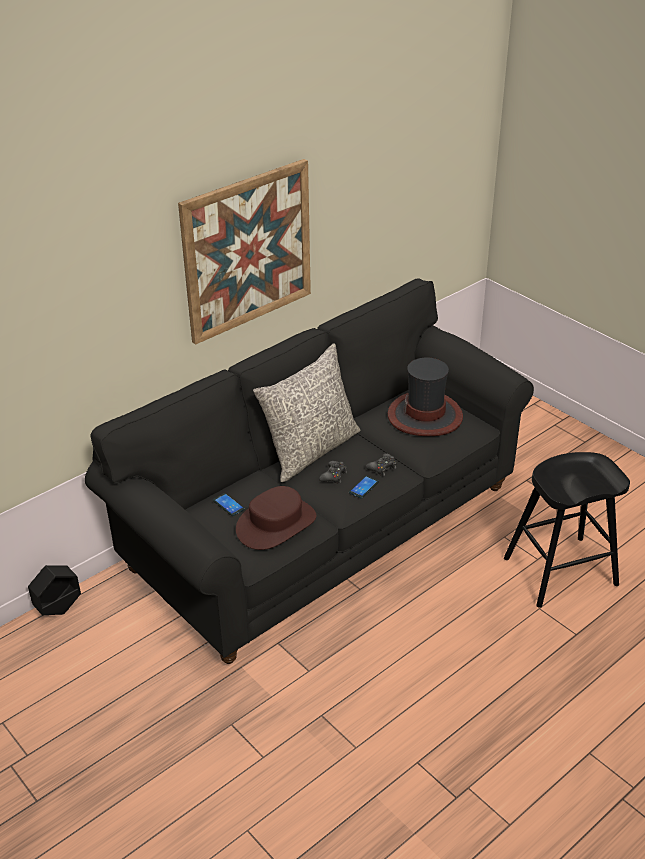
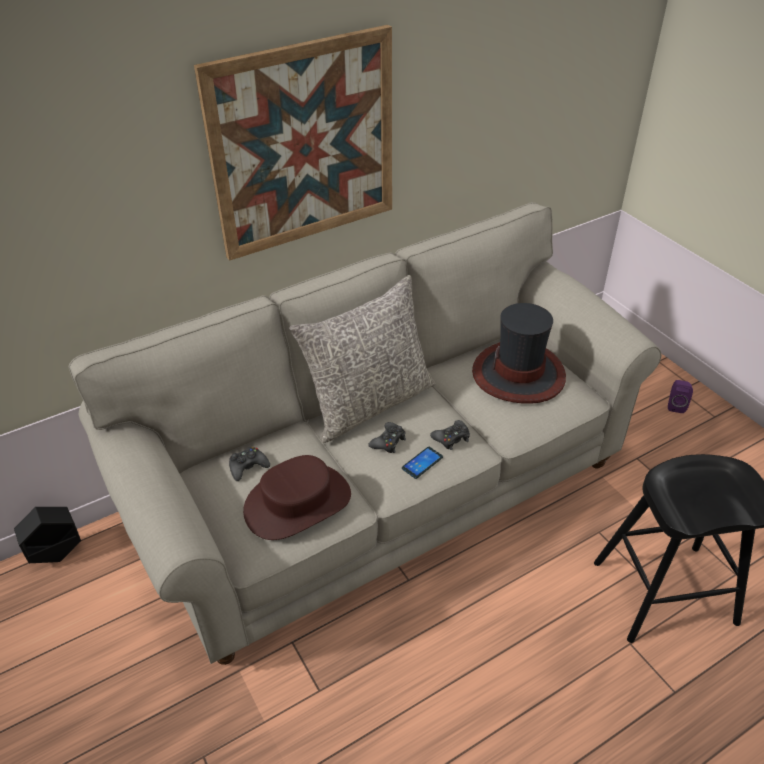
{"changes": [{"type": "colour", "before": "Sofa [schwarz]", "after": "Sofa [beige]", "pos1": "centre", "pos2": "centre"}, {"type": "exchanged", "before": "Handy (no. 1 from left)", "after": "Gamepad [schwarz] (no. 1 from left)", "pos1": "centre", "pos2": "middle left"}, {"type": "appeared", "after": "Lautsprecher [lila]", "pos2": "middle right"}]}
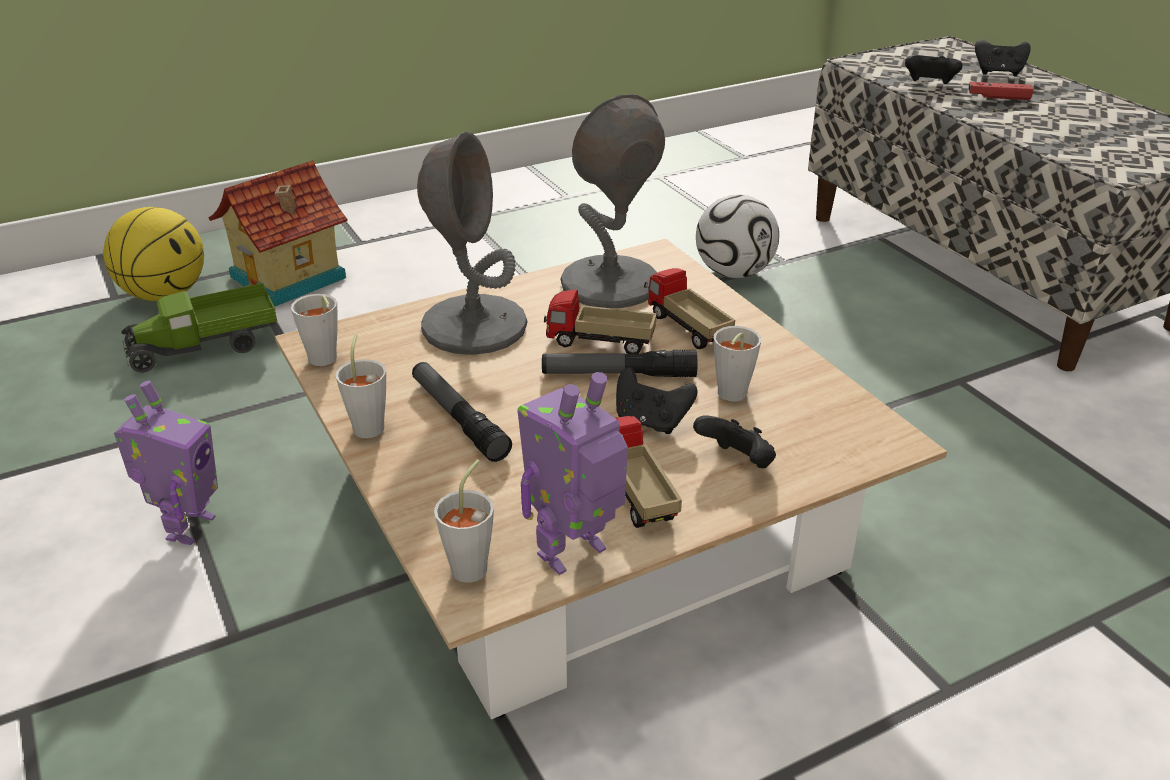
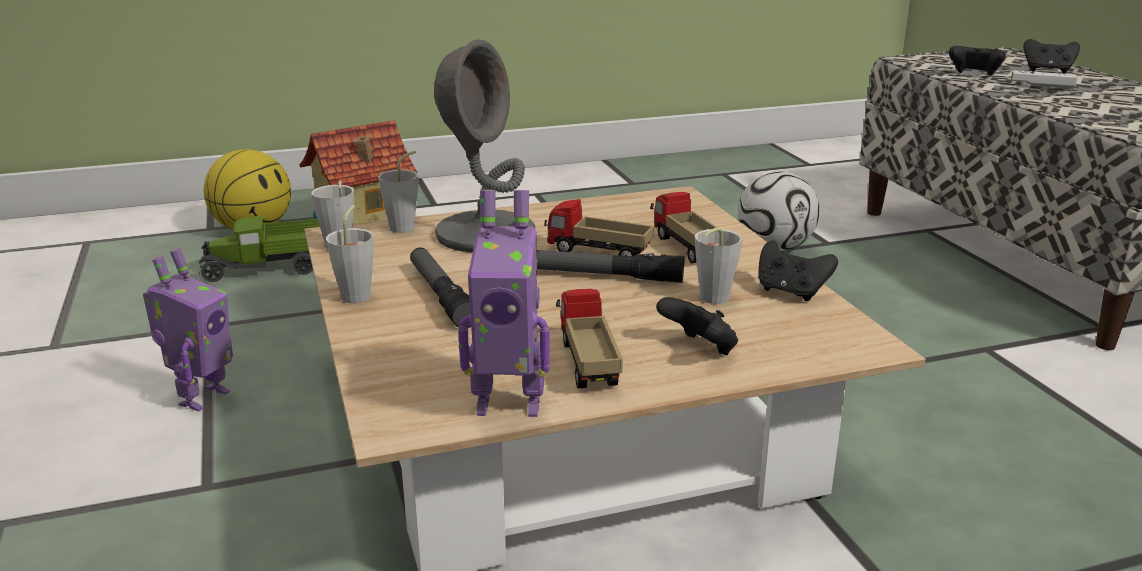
{"changes": [{"type": "relocated", "before": "Tasse [grau] (no. 3 from left)", "pos1": "bottom centre", "pos2": "centre"}, {"type": "spun", "before": "Spielzeugroboter (no. 2 from left)", "pos1": "centre", "pos2": "centre", "turn": -150}, {"type": "relocated", "before": "Gamepad [schwarz] (no. 1 from left in the first image)", "after": "Gamepad [schwarz] (no. 2 from left)", "pos1": "centre", "pos2": "middle right"}, {"type": "colour", "before": "Gamepad [rot]", "after": "Gamepad [weiß]", "pos1": "top right", "pos2": "top right"}, {"type": "missing", "before": "Tischlampe [grau] (no. 2 from left)", "pos1": "top centre"}]}
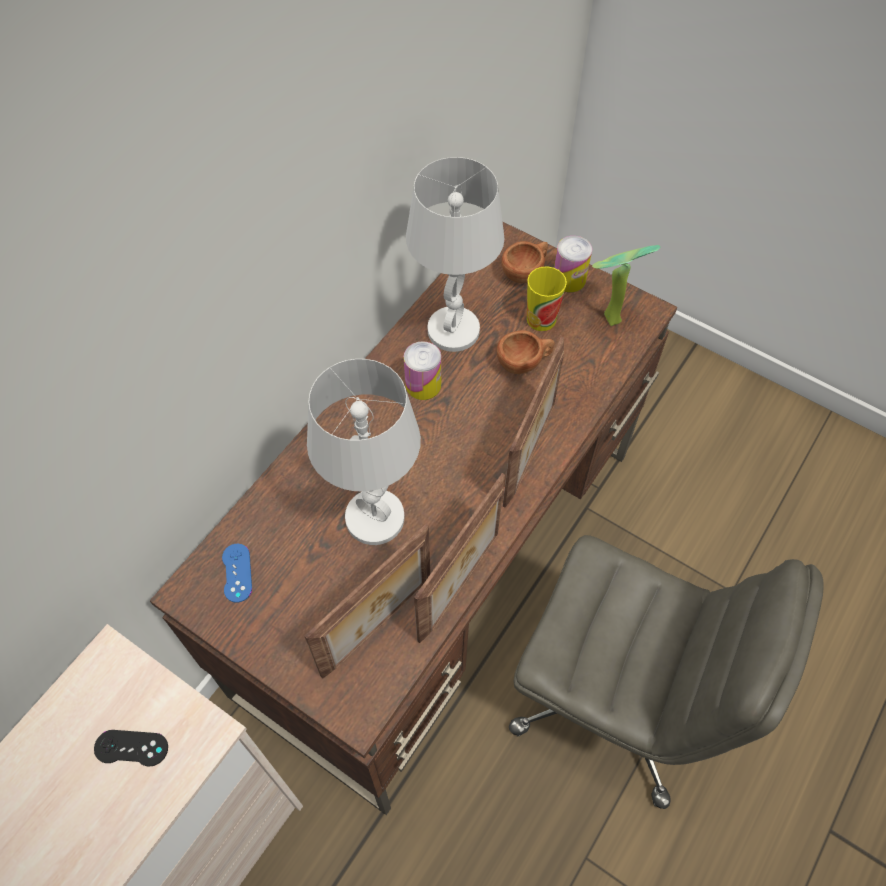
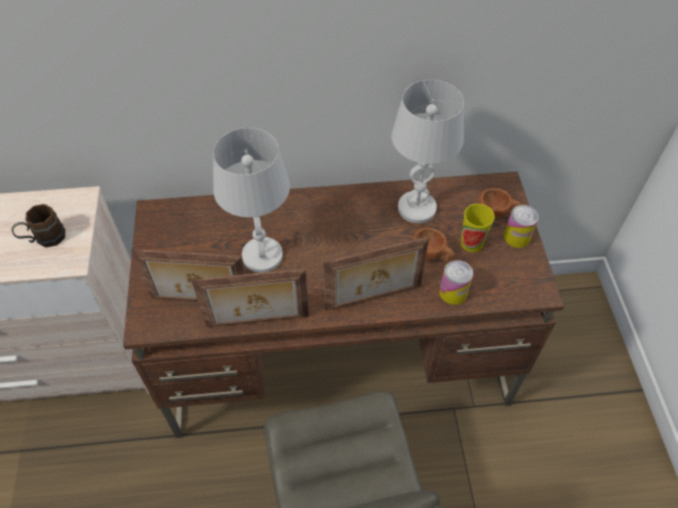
{"changes": [{"type": "exchanged", "before": "Gamepad [schwarz]", "after": "Henkelbecher [braun]", "pos1": "bottom left", "pos2": "middle left"}, {"type": "relocated", "before": "Dose (no. 1 from left)", "pos1": "centre", "pos2": "middle right"}, {"type": "missing", "before": "Gamepad [blau]", "pos1": "middle left"}, {"type": "missing", "before": "Topfpflanze", "pos1": "top right"}]}
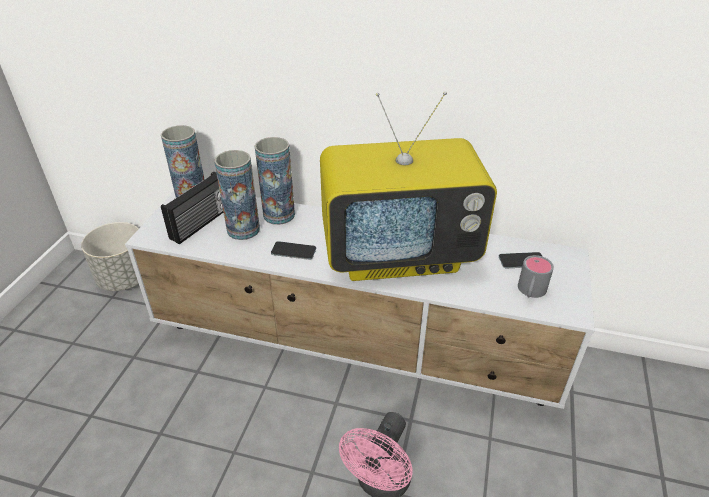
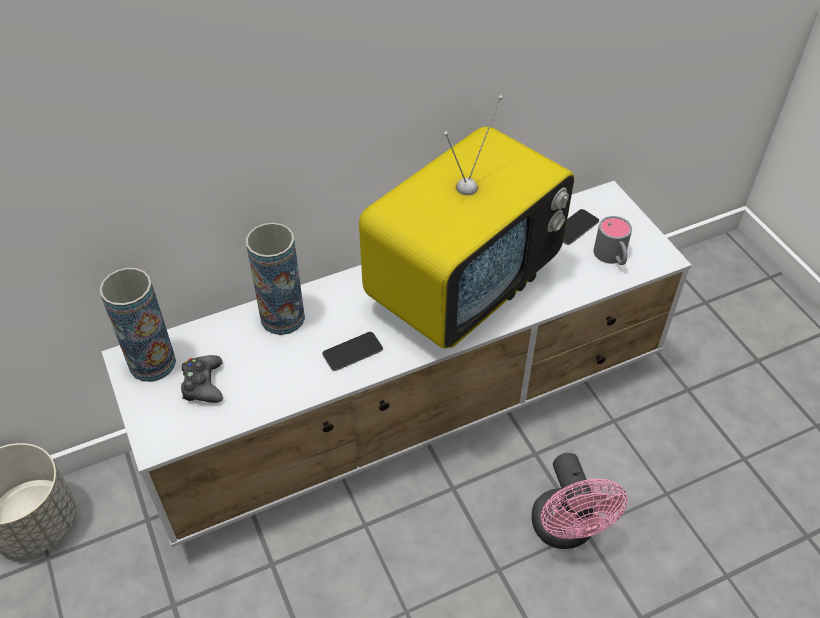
{"changes": [{"type": "exchanged", "before": "Radio", "after": "Gamepad [schwarz]", "pos1": "middle left", "pos2": "middle left"}, {"type": "missing", "before": "Vase (no. 2 from left)", "pos1": "centre"}]}
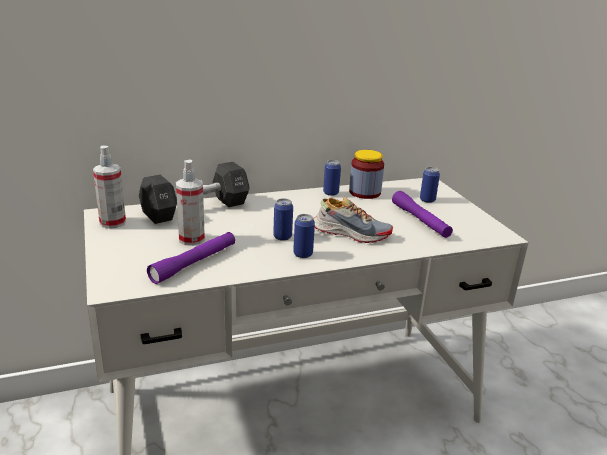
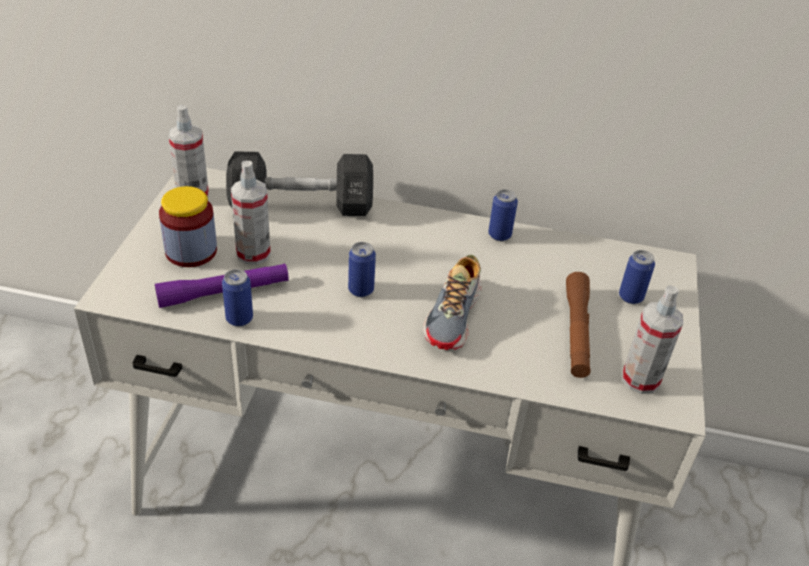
{"changes": [{"type": "relocated", "before": "Vorratsglas", "pos1": "centre", "pos2": "middle left"}, {"type": "relocated", "before": "Dose (no. 2 from left in the first image)", "after": "Dose (no. 1 from left)", "pos1": "centre", "pos2": "middle left"}, {"type": "spun", "before": "Schuh", "pos1": "centre", "pos2": "centre", "turn": 60}, {"type": "colour", "before": "Taschenlampe [lila] (no. 2 from left)", "after": "Taschenlampe [braun]", "pos1": "middle right", "pos2": "middle right"}, {"type": "appeared", "after": "Sprühflasche (no. 3 from left)", "pos2": "middle right"}]}
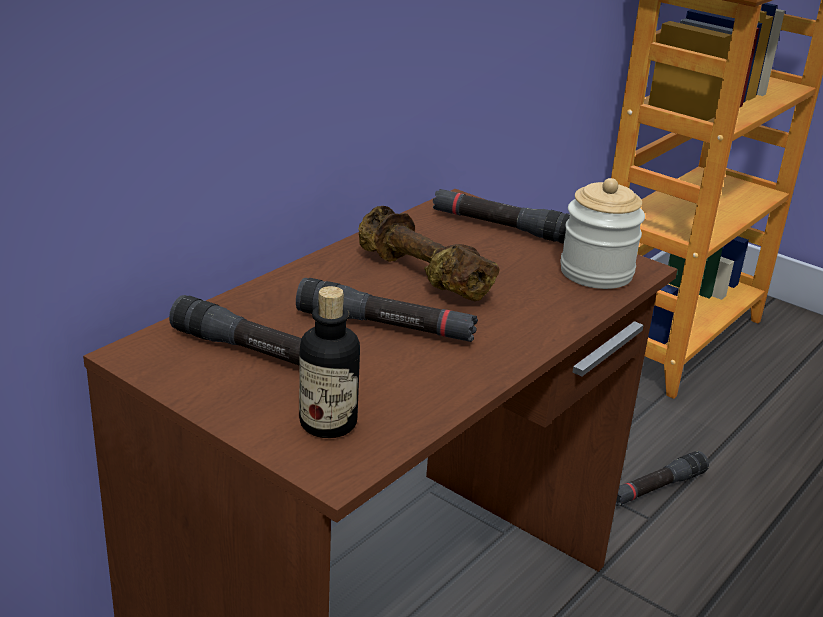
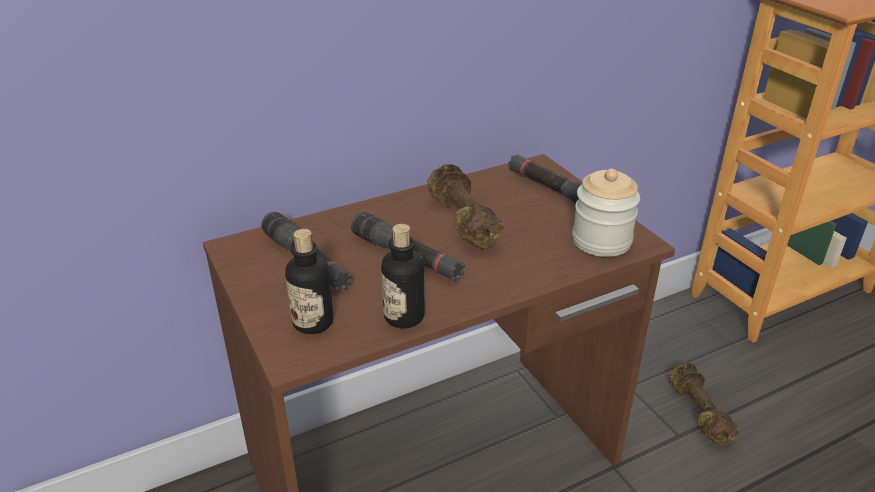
{"changes": [{"type": "appeared", "after": "Flasche (no. 2 from left)", "pos2": "centre"}, {"type": "exchanged", "before": "Taschenlampe [schwarz] (no. 4 from left)", "after": "Hantel [braun] (no. 2 from left)", "pos1": "bottom right", "pos2": "bottom right"}]}
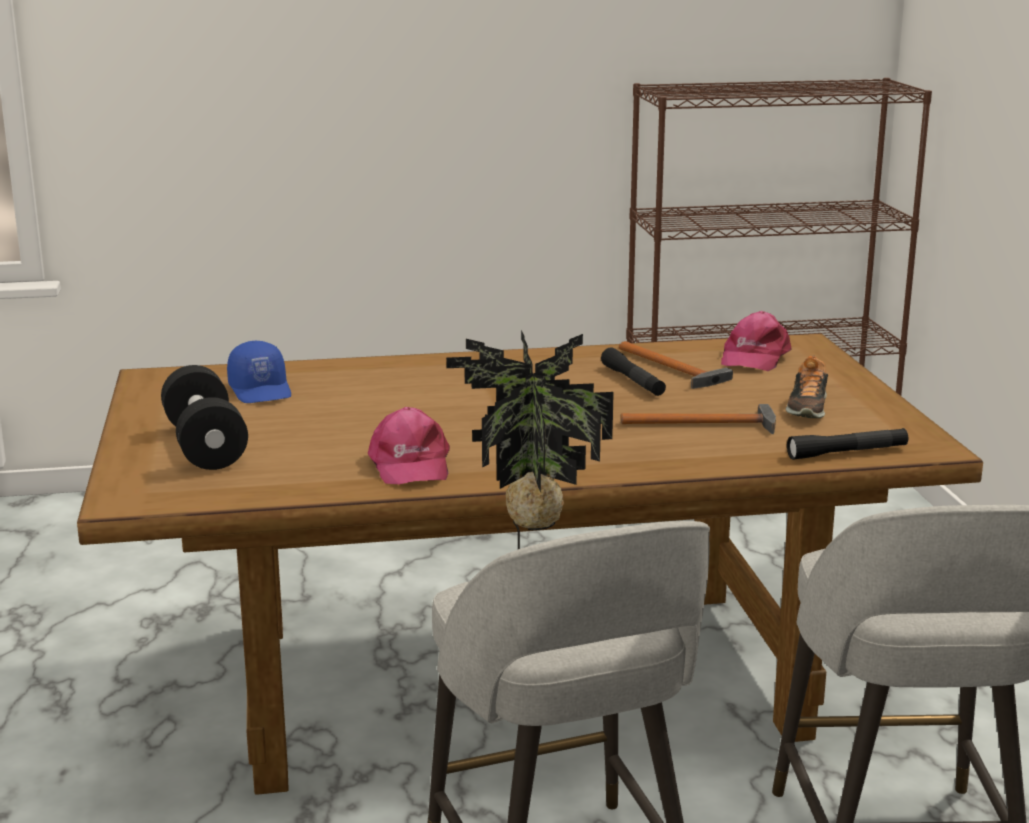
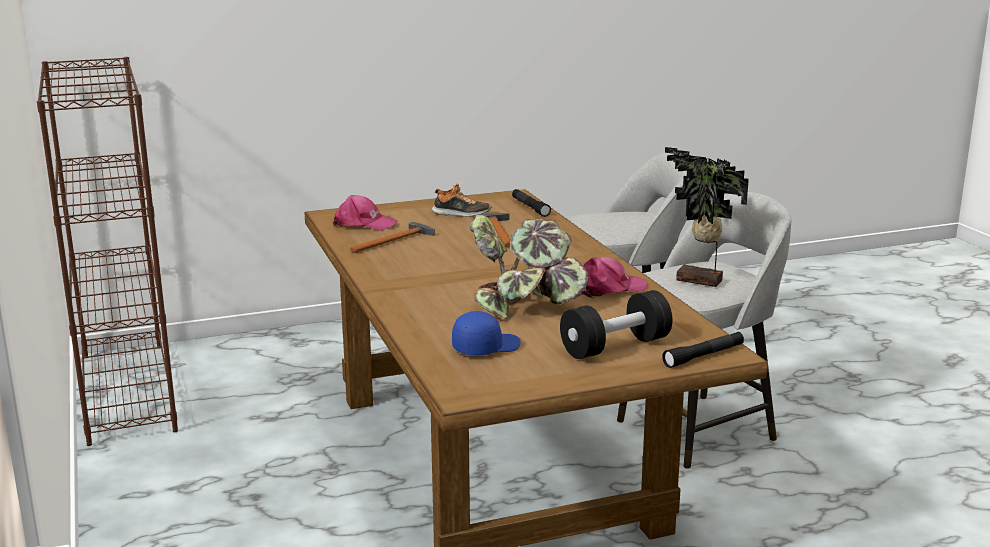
{"changes": [{"type": "appeared", "after": "Topfpflanze (no. 1 from left)", "pos2": "centre"}, {"type": "relocated", "before": "Taschenlampe [schwarz] (no. 1 from left in the first image)", "after": "Taschenlampe [schwarz] (no. 2 from left)", "pos1": "centre", "pos2": "middle right"}]}
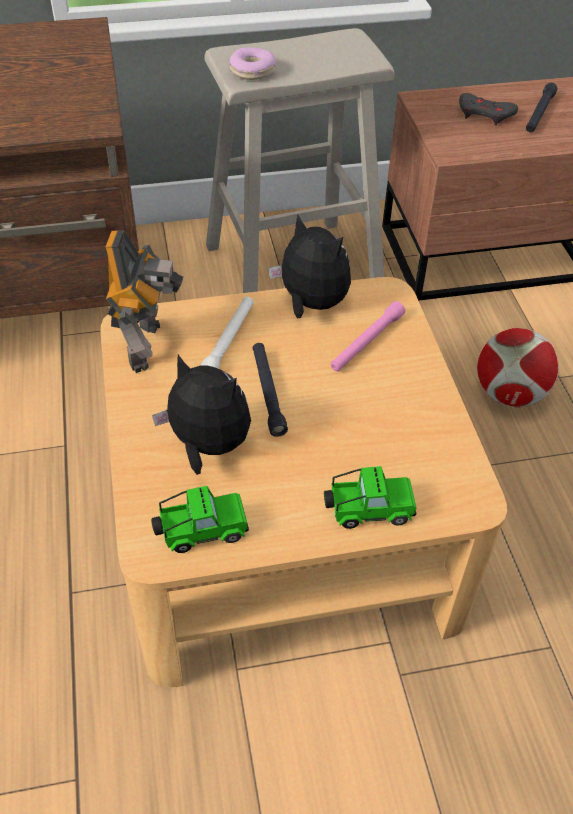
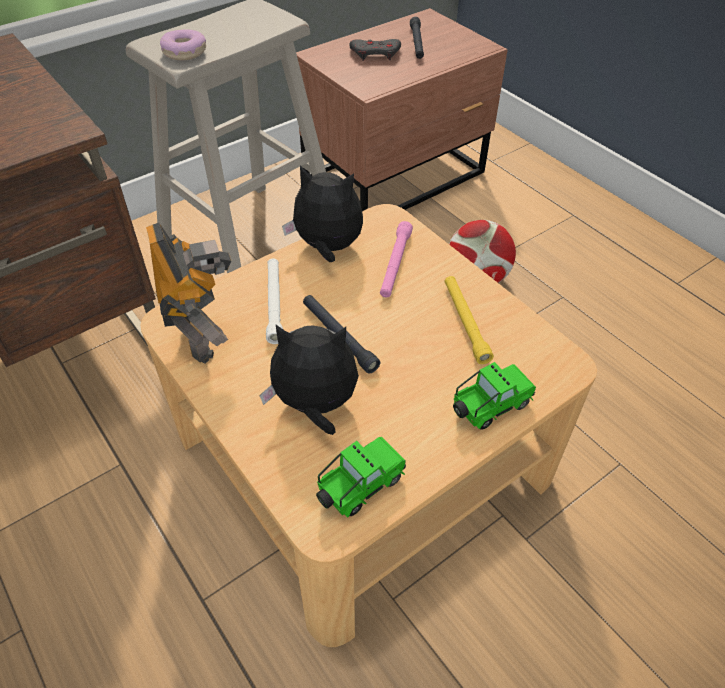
{"changes": [{"type": "appeared", "after": "Taschenlampe [gelb]", "pos2": "centre"}]}
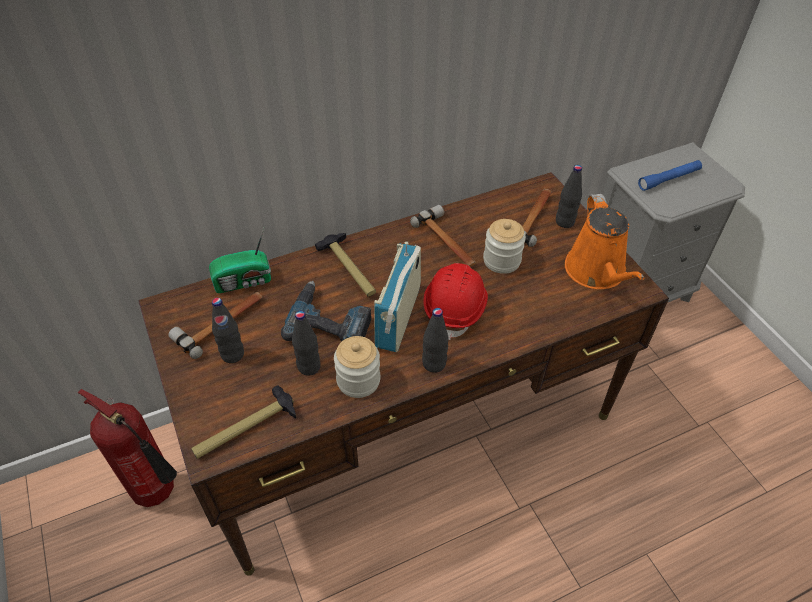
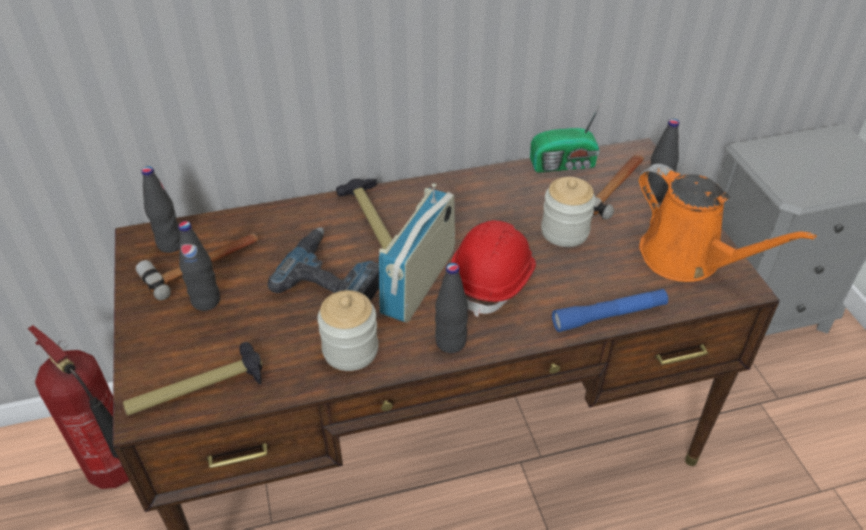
{"changes": [{"type": "relocated", "before": "Flasche [schwarz] (no. 2 from left in the first image)", "after": "Flasche [schwarz] (no. 1 from left)", "pos1": "centre", "pos2": "middle left"}, {"type": "relocated", "before": "Radio (no. 1 from left in the first image)", "after": "Radio (no. 2 from left)", "pos1": "middle left", "pos2": "top centre"}, {"type": "relocated", "before": "Taschenlampe [blau]", "pos1": "top right", "pos2": "middle right"}, {"type": "spun", "before": "Gießkanne [orange]", "pos1": "middle right", "pos2": "middle right", "turn": -45}, {"type": "missing", "before": "Hammer (no. 4 from left)", "pos1": "centre"}]}
